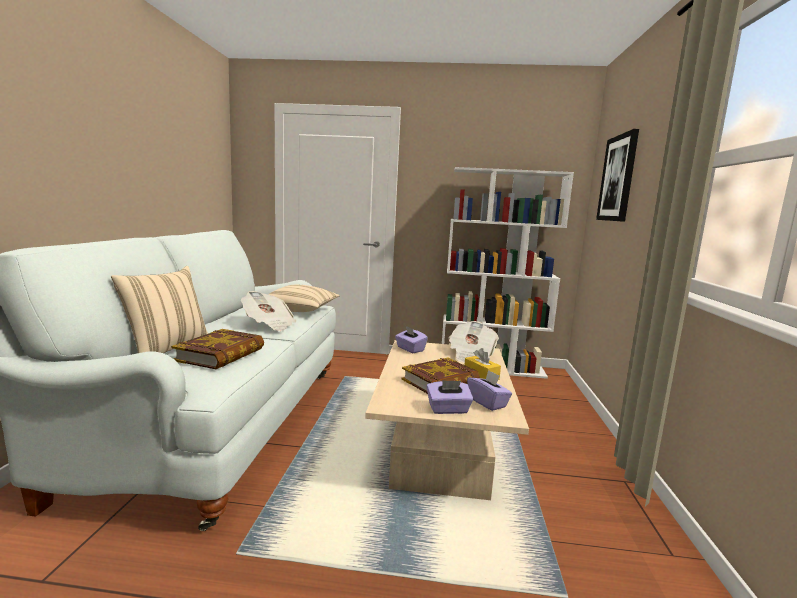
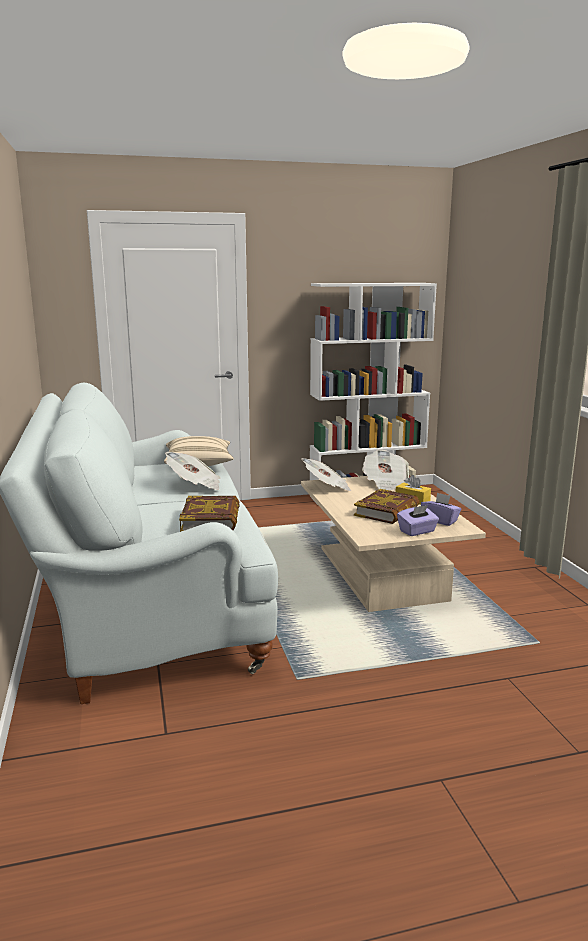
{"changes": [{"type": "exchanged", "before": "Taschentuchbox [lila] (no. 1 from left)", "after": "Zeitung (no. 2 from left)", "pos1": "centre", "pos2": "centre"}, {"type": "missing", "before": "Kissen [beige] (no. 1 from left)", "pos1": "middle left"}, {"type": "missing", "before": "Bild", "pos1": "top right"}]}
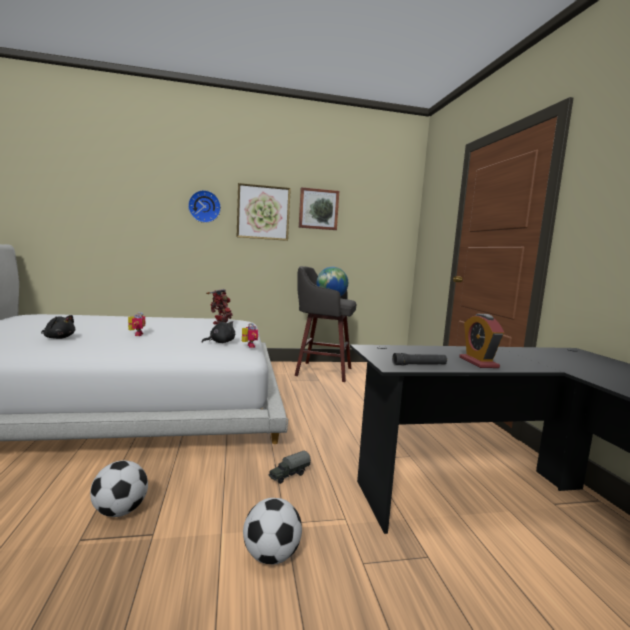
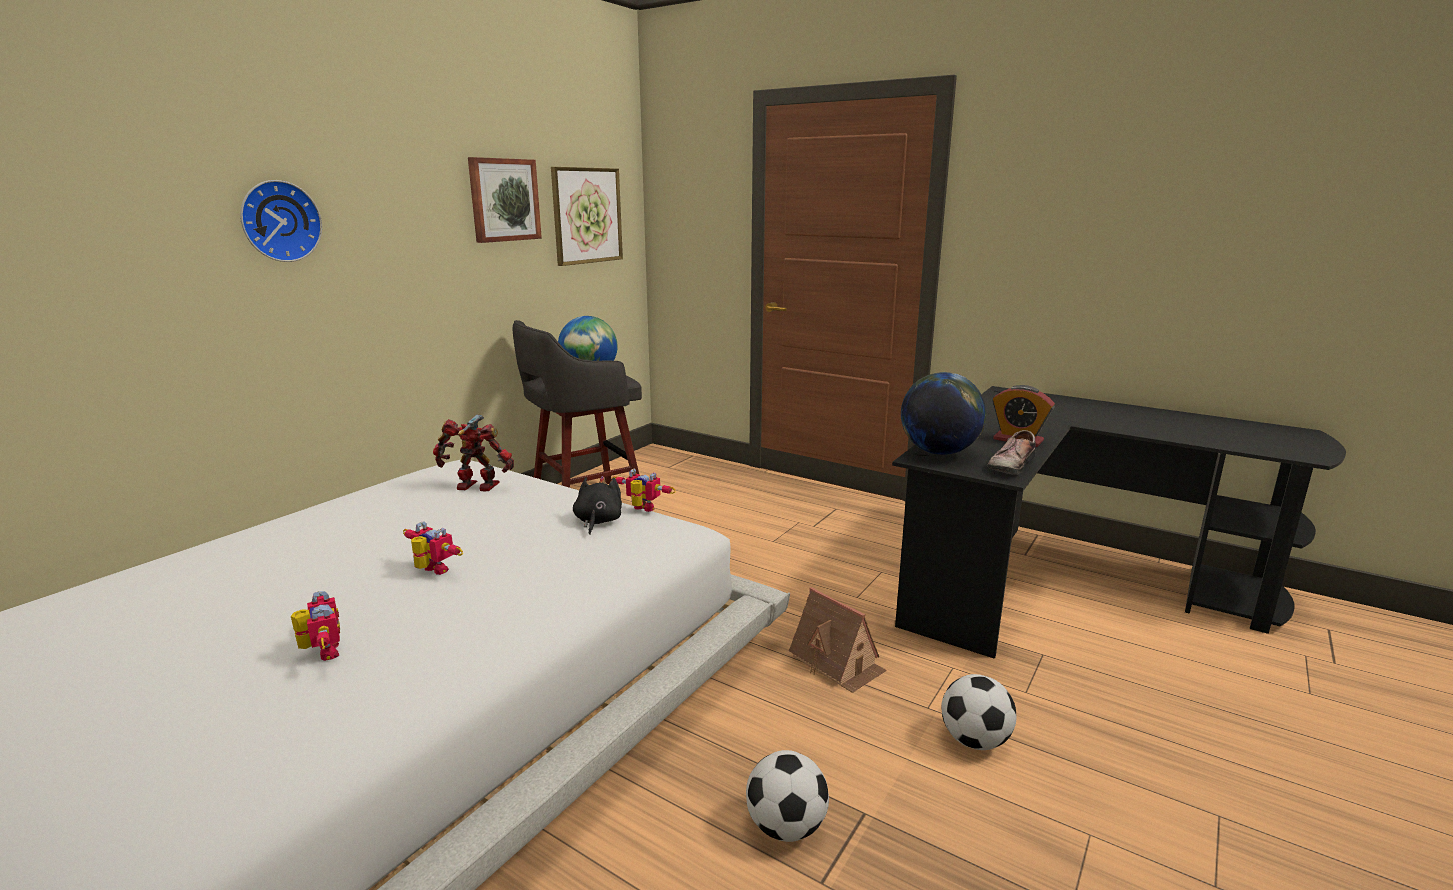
{"changes": [{"type": "exchanged", "before": "Plüschtier [schwarz] (no. 1 from left)", "after": "Spielzeugroboter (no. 1 from left)", "pos1": "middle left", "pos2": "bottom left"}, {"type": "relocated", "before": "Bild (no. 1 from left in the first image)", "after": "Bild (no. 2 from left)", "pos1": "centre", "pos2": "top centre"}, {"type": "exchanged", "before": "Spielzeuglaster", "after": "Spielzeughaus", "pos1": "bottom centre", "pos2": "bottom centre"}, {"type": "appeared", "after": "Globus (no. 2 from left)", "pos2": "centre"}, {"type": "exchanged", "before": "Taschenlampe [schwarz]", "after": "Schuh", "pos1": "centre", "pos2": "middle right"}]}
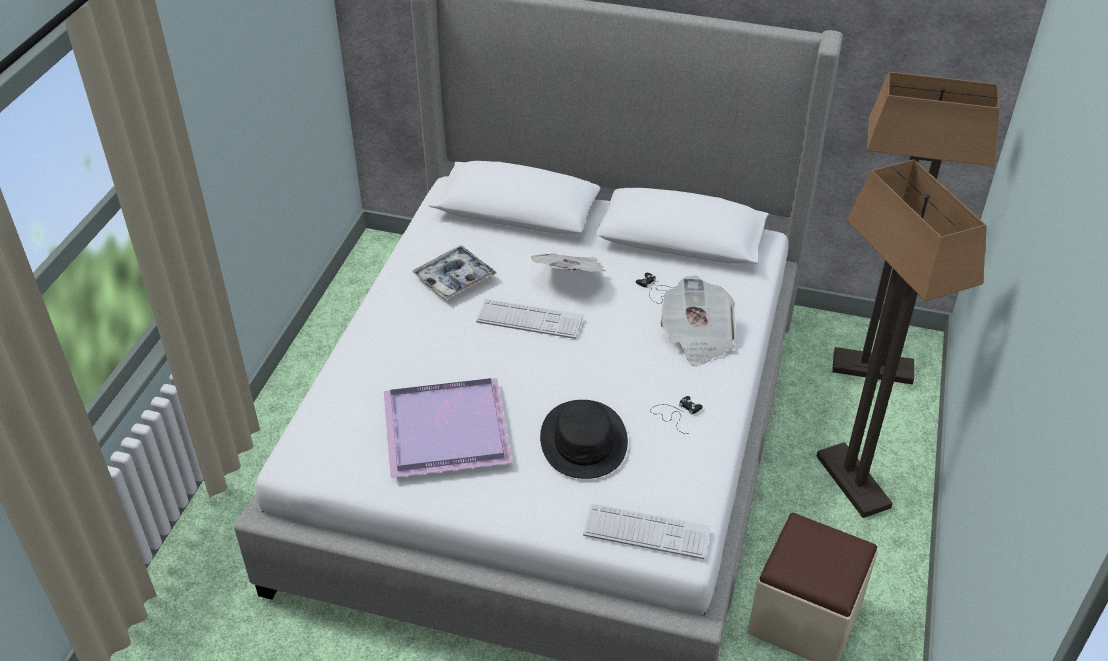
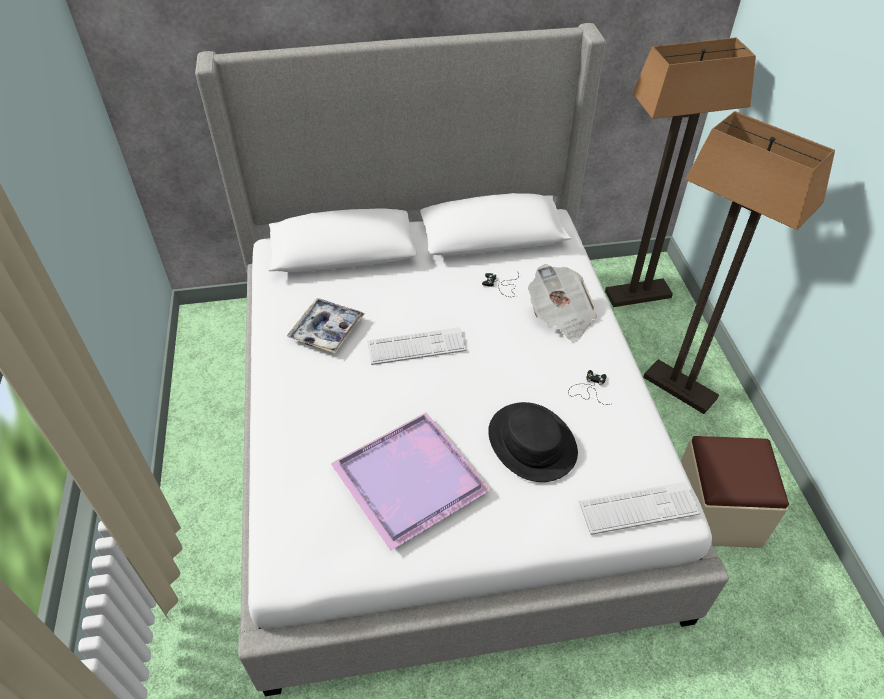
{"changes": [{"type": "missing", "before": "Zeitung (no. 1 from left)", "pos1": "centre"}]}
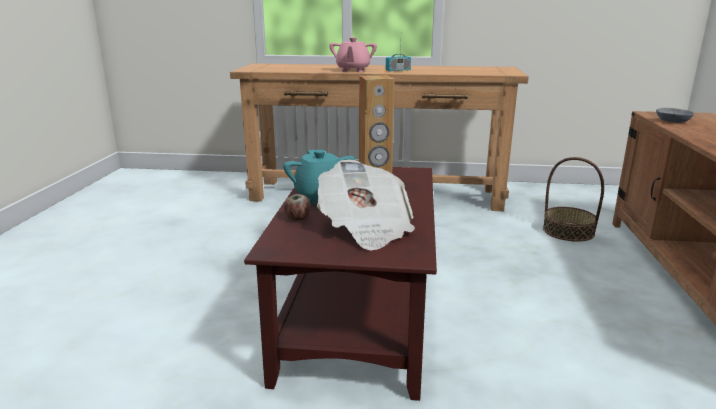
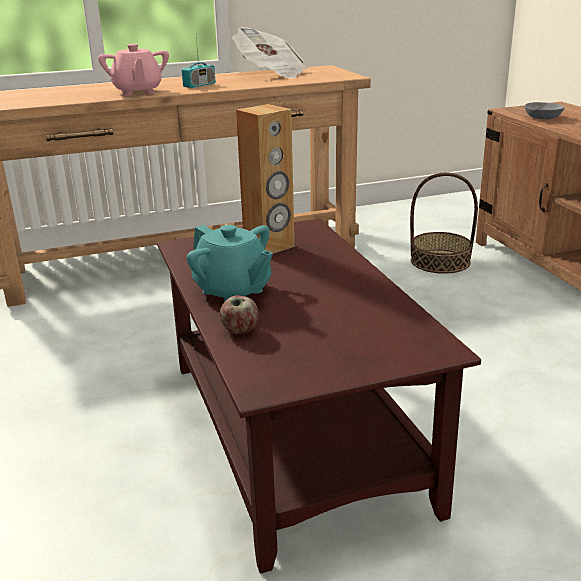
{"changes": [{"type": "relocated", "before": "Zeitung", "pos1": "centre", "pos2": "top centre"}]}
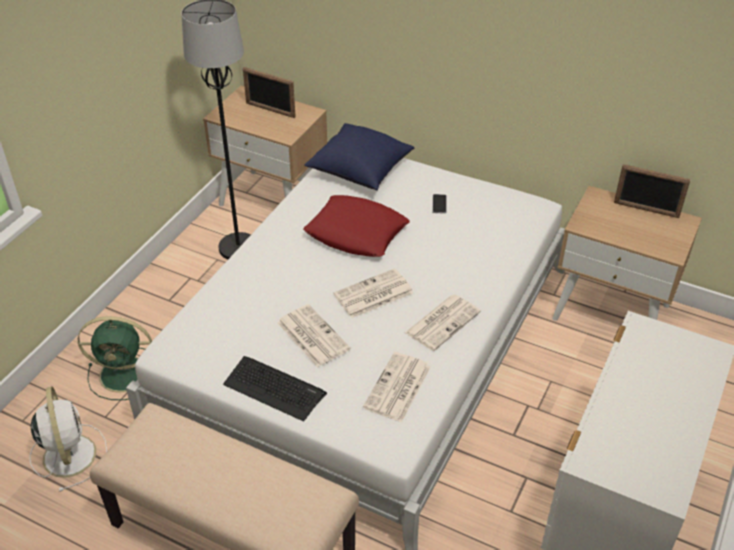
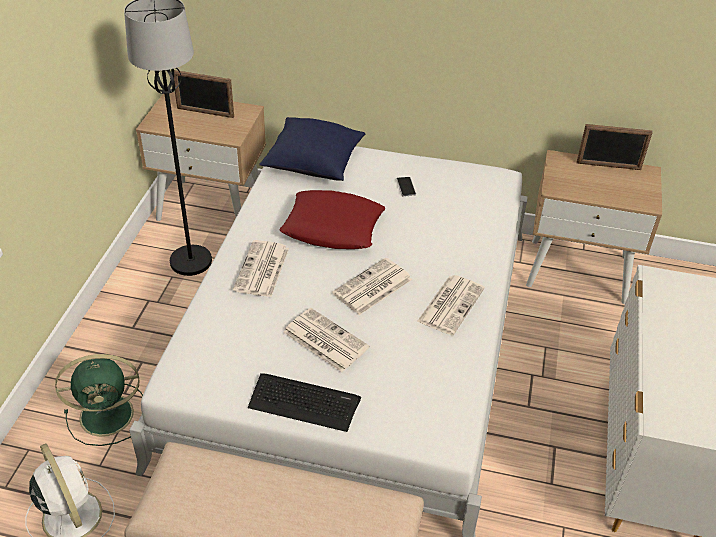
{"changes": [{"type": "relocated", "before": "Zeitung (no. 3 from left in the first image)", "after": "Zeitung (no. 1 from left)", "pos1": "bottom centre", "pos2": "centre"}]}
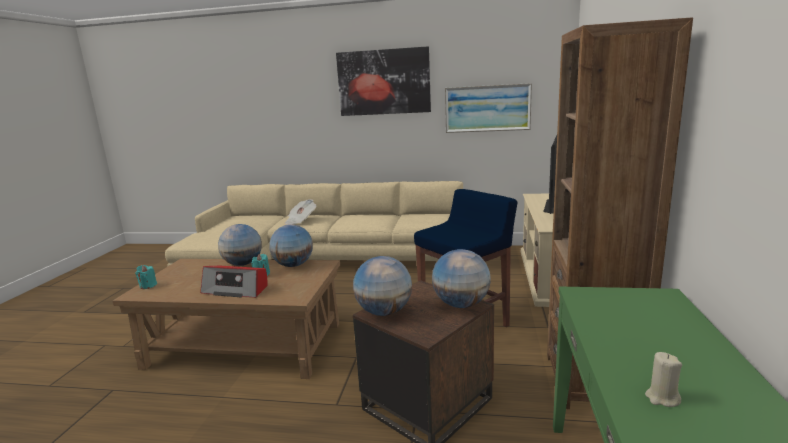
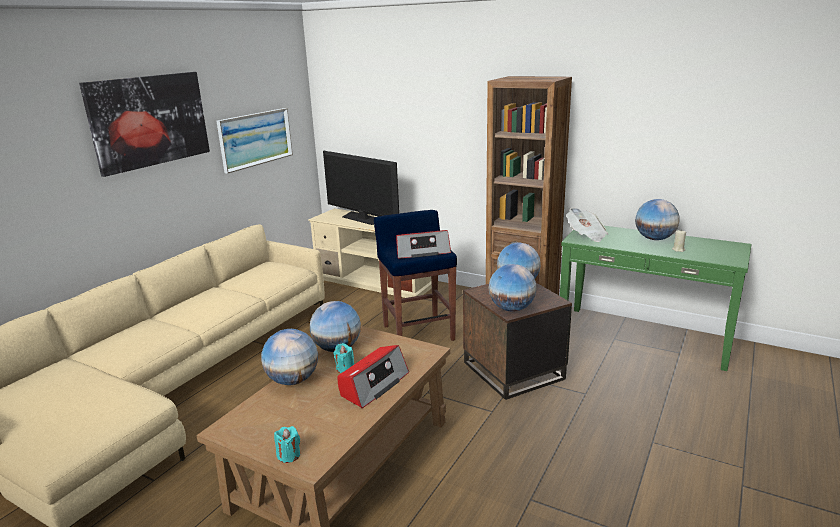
{"changes": [{"type": "appeared", "after": "Radio (no. 2 from left)", "pos2": "centre"}, {"type": "relocated", "before": "Zeitung", "pos1": "centre", "pos2": "middle right"}, {"type": "appeared", "after": "Globus (no. 5 from left)", "pos2": "middle right"}]}
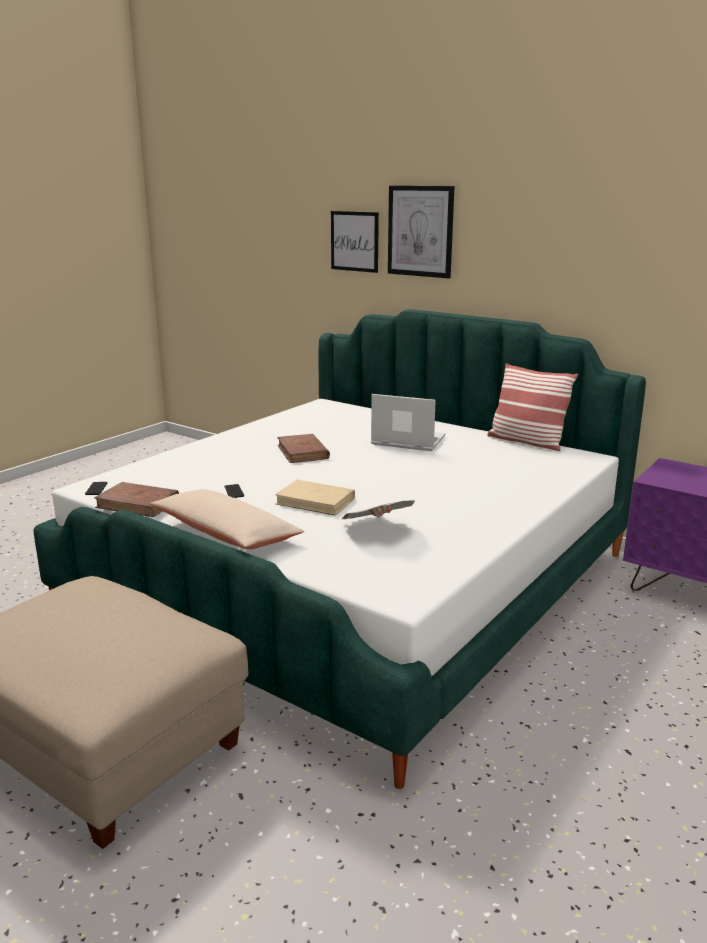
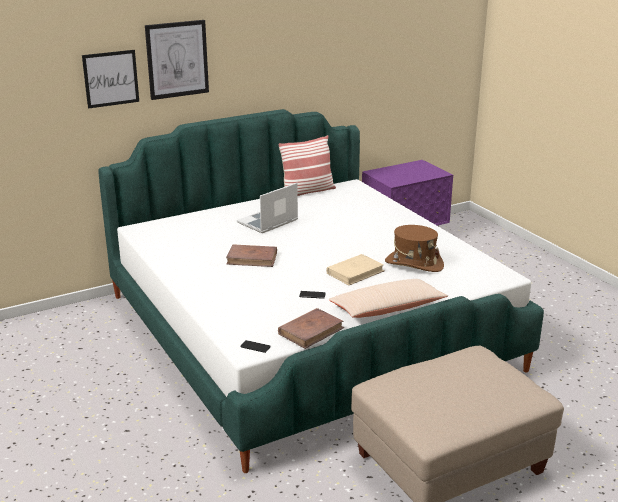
{"changes": [{"type": "exchanged", "before": "Zeitung", "after": "Hut [braun]", "pos1": "centre", "pos2": "middle right"}]}
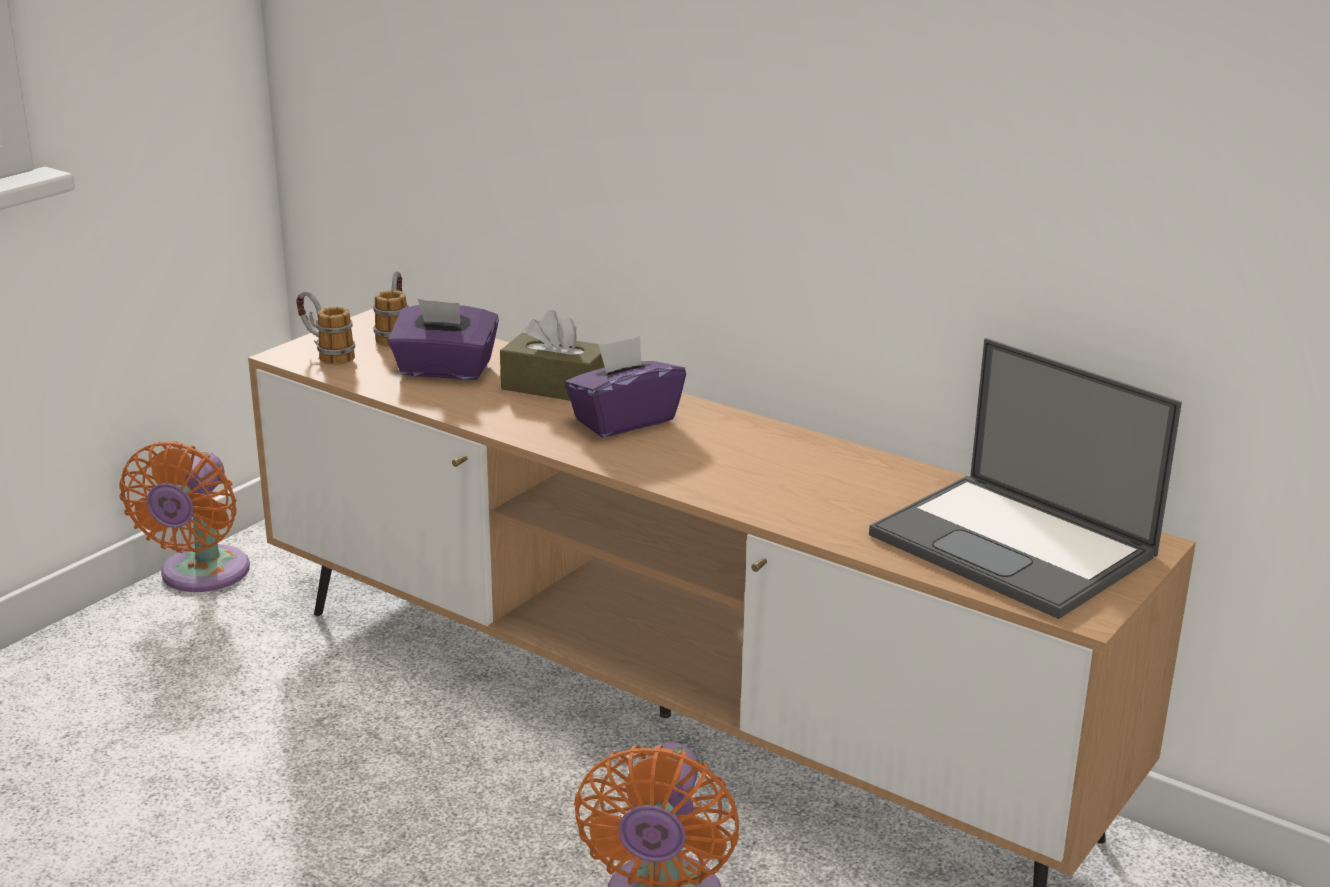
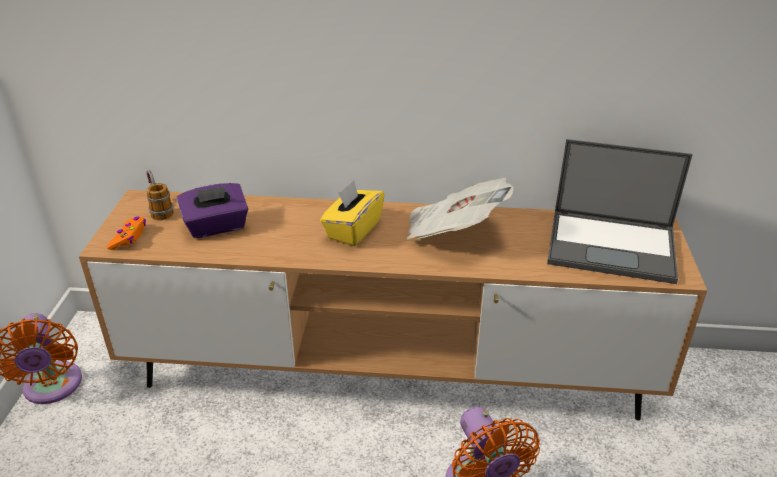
{"changes": [{"type": "exchanged", "before": "Henkelbecher (no. 1 from left)", "after": "Gamepad [orange]", "pos1": "middle left", "pos2": "middle left"}, {"type": "colour", "before": "Taschentuchbox [lila] (no. 2 from left)", "after": "Taschentuchbox [gelb]", "pos1": "centre", "pos2": "centre"}, {"type": "appeared", "after": "Zeitung", "pos2": "centre"}, {"type": "missing", "before": "Taschentuchbox [braun]", "pos1": "centre"}]}
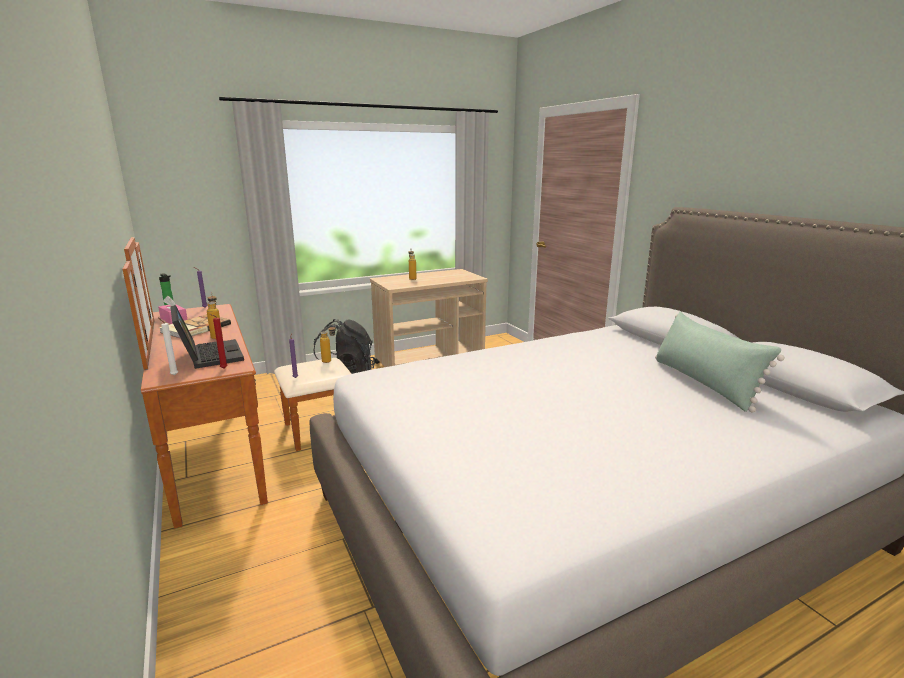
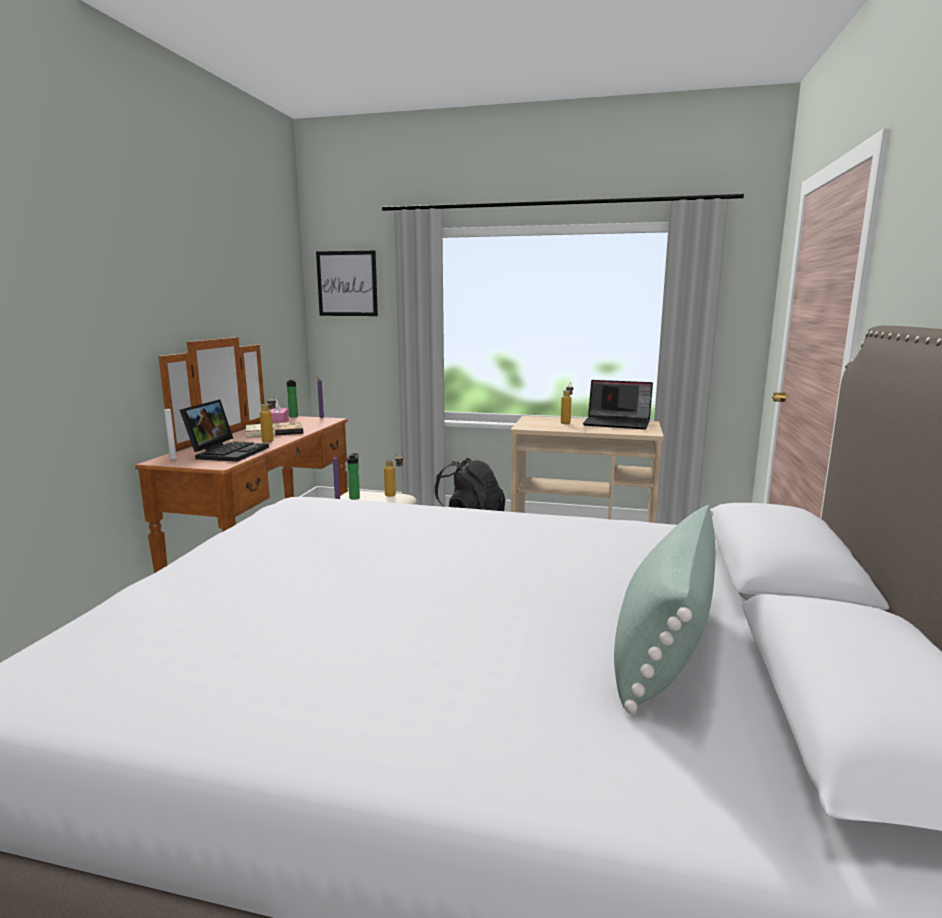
{"changes": [{"type": "appeared", "after": "Bild", "pos2": "top centre"}, {"type": "appeared", "after": "Flasche (no. 3 from left)", "pos2": "centre"}, {"type": "appeared", "after": "Laptop (no. 2 from left)", "pos2": "centre"}, {"type": "missing", "before": "Kerze [rot]", "pos1": "middle left"}]}
